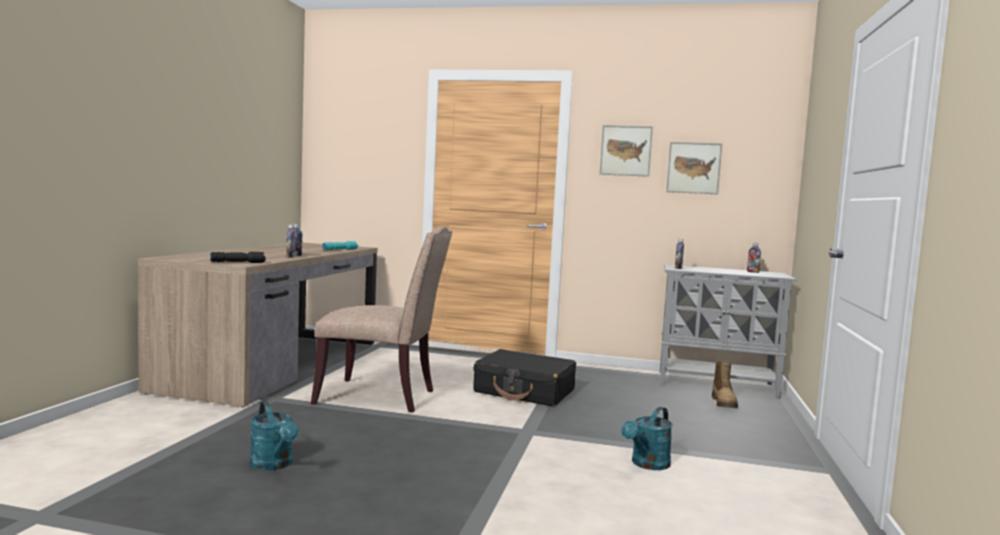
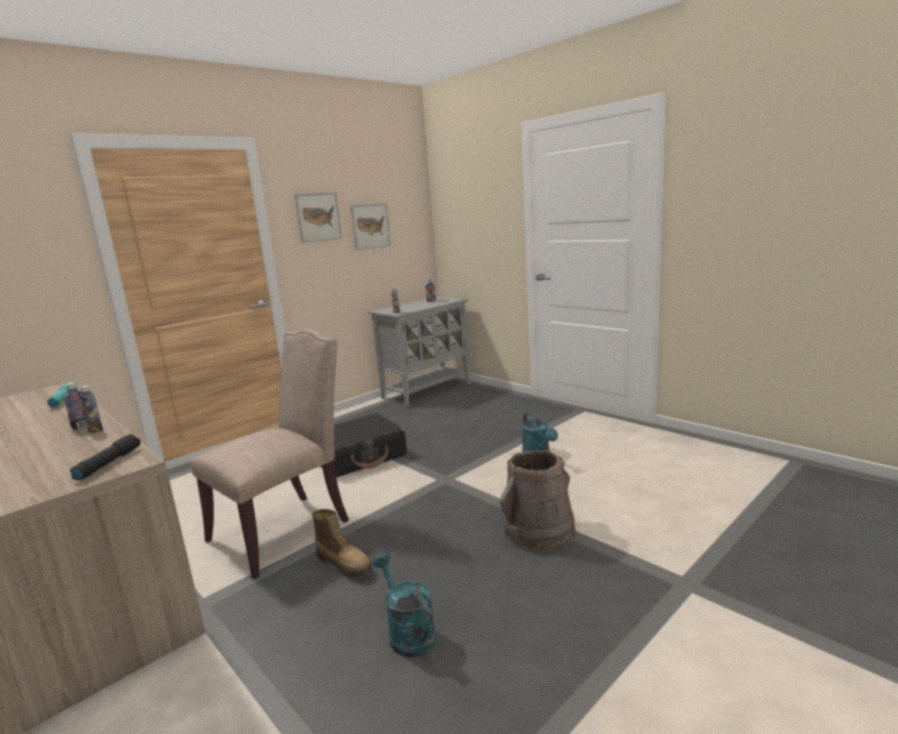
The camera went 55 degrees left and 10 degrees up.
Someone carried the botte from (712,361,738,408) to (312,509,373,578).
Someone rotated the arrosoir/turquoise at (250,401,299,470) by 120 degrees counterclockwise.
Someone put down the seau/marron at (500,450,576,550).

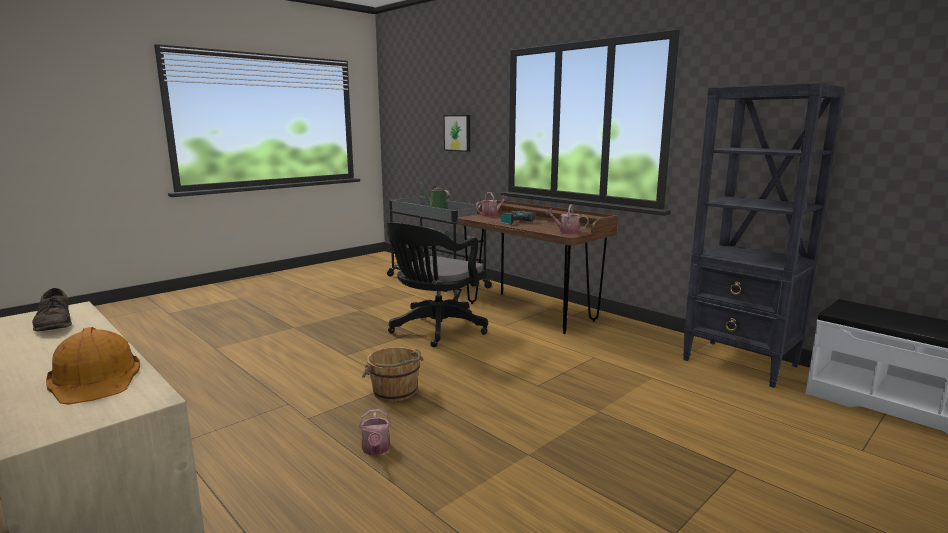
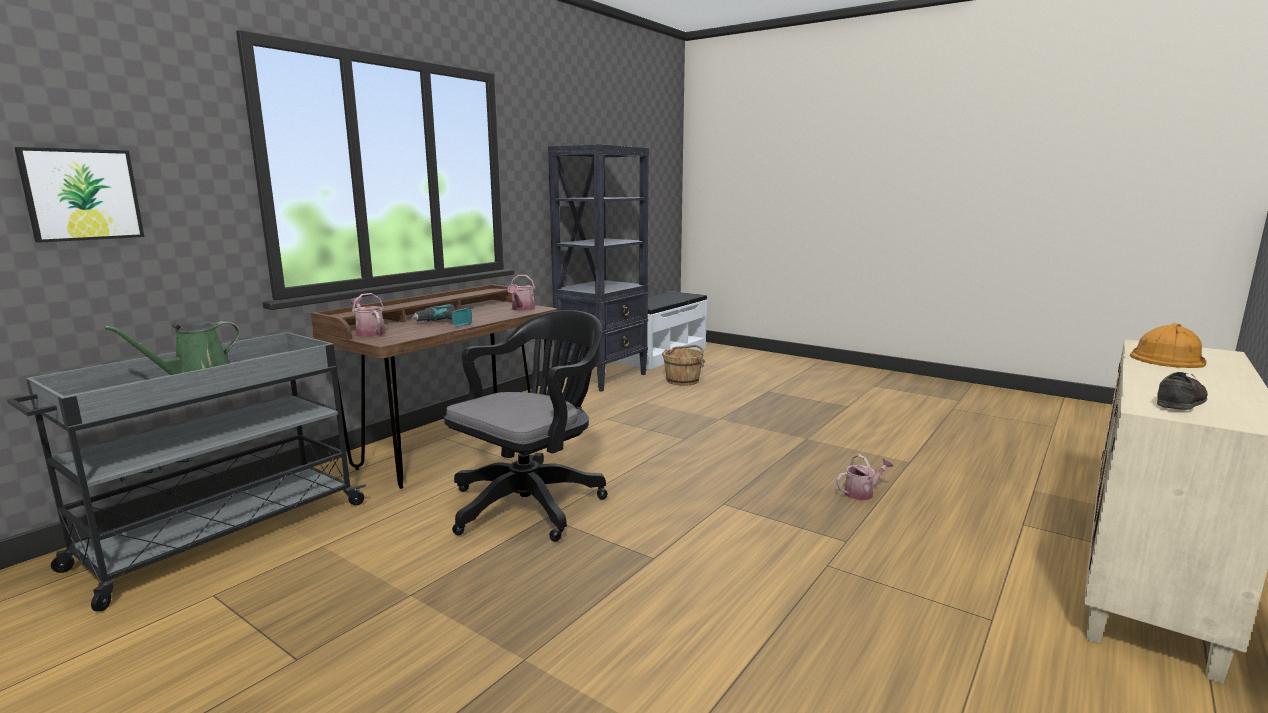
The camera went 100 degrees left and 0 degrees up.
Someone rotated the chaise de bureau/noir at (386,222,488,347) by 75 degrees counterclockwise.
Someone carried the seau/marron from (362,347,424,402) to (662,345,705,386).

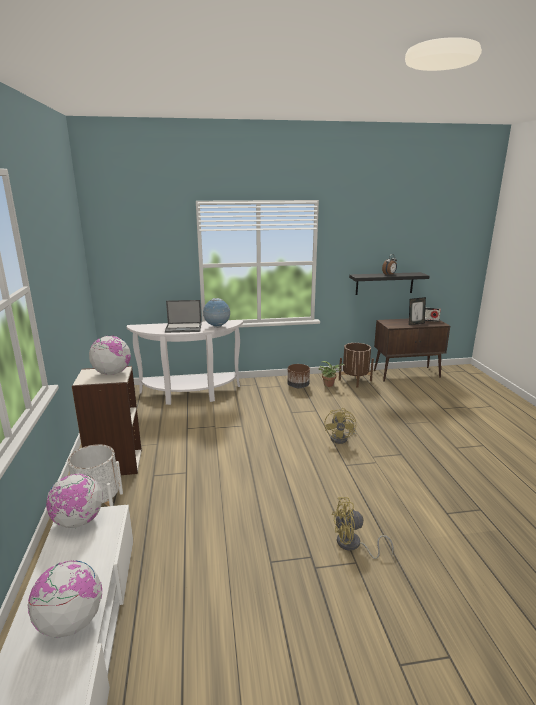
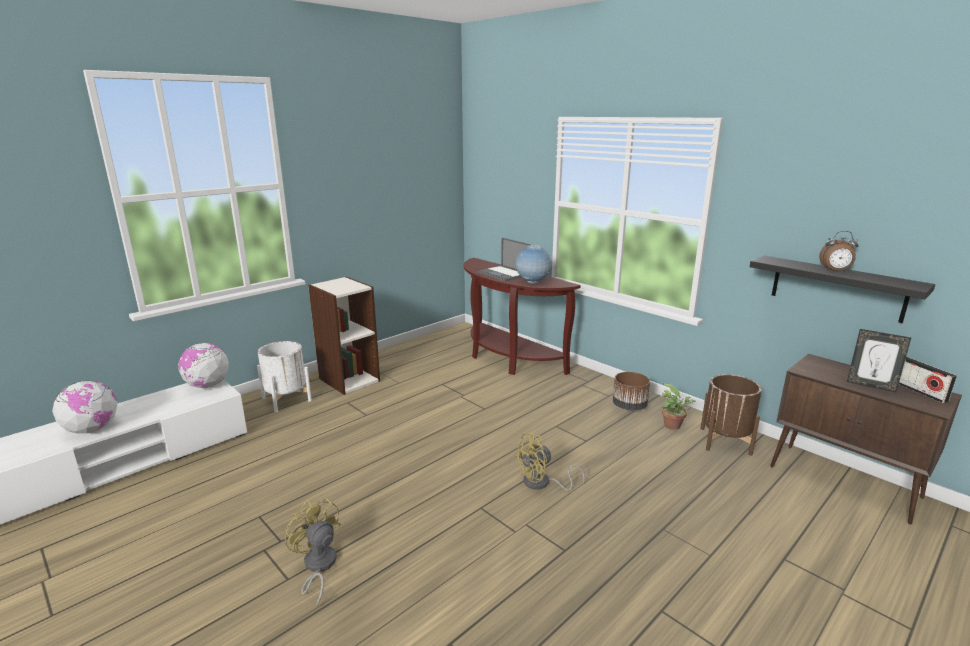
The camera went 55 degrees right and 0 degrees up.
Someone repainted the table console/blanc at (127,320,243,405), which became the table console/marron at (464,258,581,375).
Someone took away the globe at (89,335,131,375).

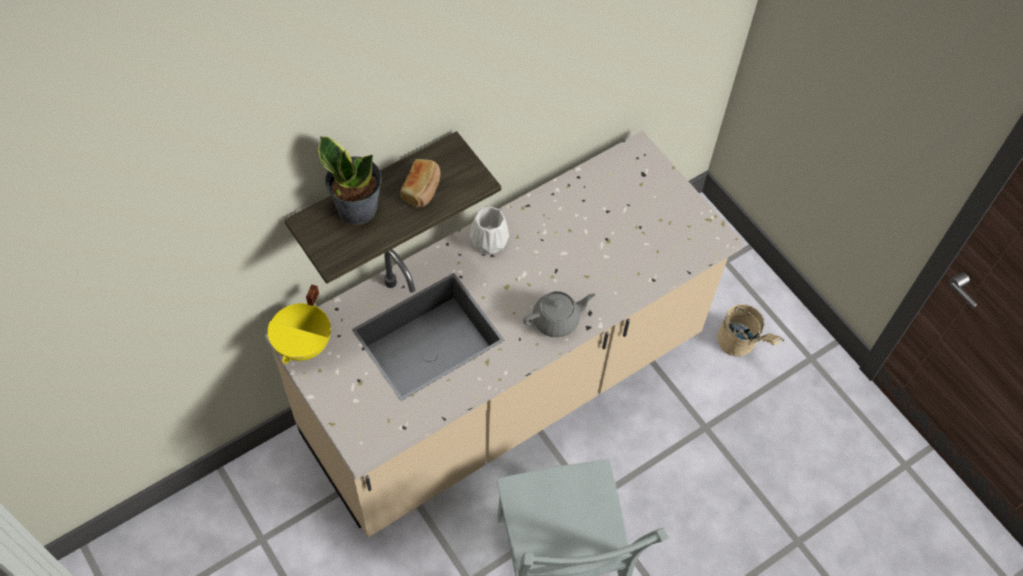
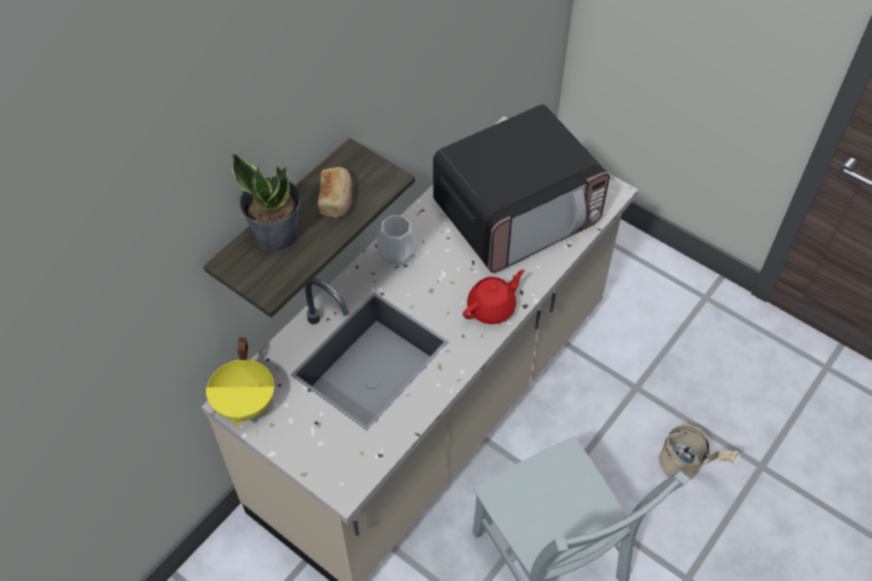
The camera went 15 degrees left and 5 degrees down.
Someone repainted the théière/gris at (523,291,595,337), which became the théière/rouge at (463,269,525,324).
Someone carried the seau/beige from (717,304,784,357) to (659,424,743,480).
Someone put down the micro-ondes at (433,105,610,273).

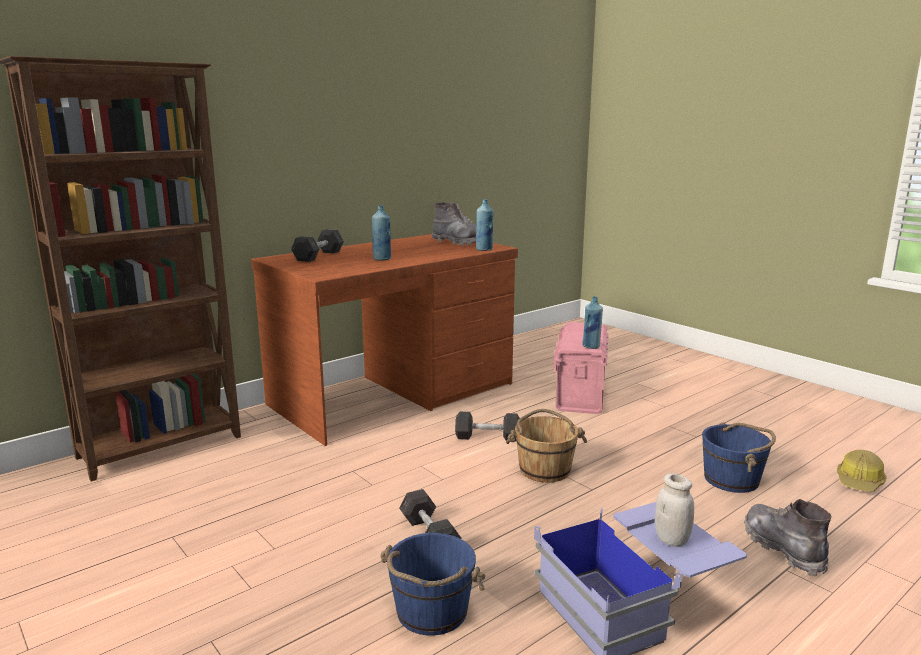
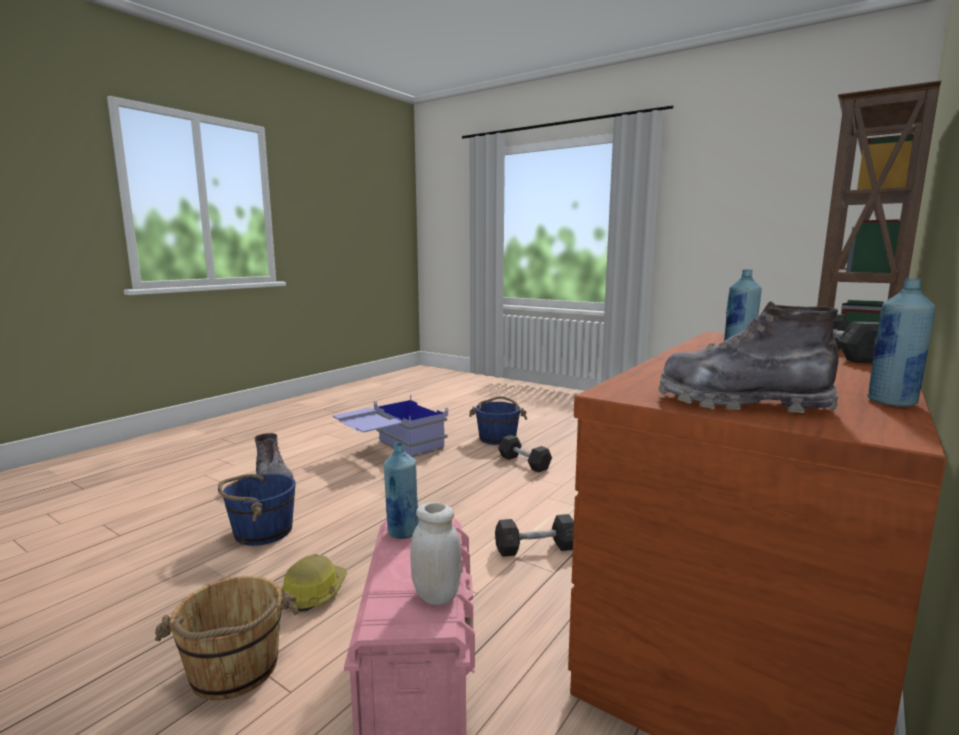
The camera went 165 degrees right and 5 degrees down.
Someone carried the bouteille/bleu from (476,199,494,251) to (867,278,936,407).
Someone carried the seau/marron from (506,409,587,482) to (155,576,299,700).
Someone carried the casque de chantier from (837,450,887,492) to (281,554,347,612).
Someone carried the bocal/blanc from (655,473,694,547) to (411,502,461,605).

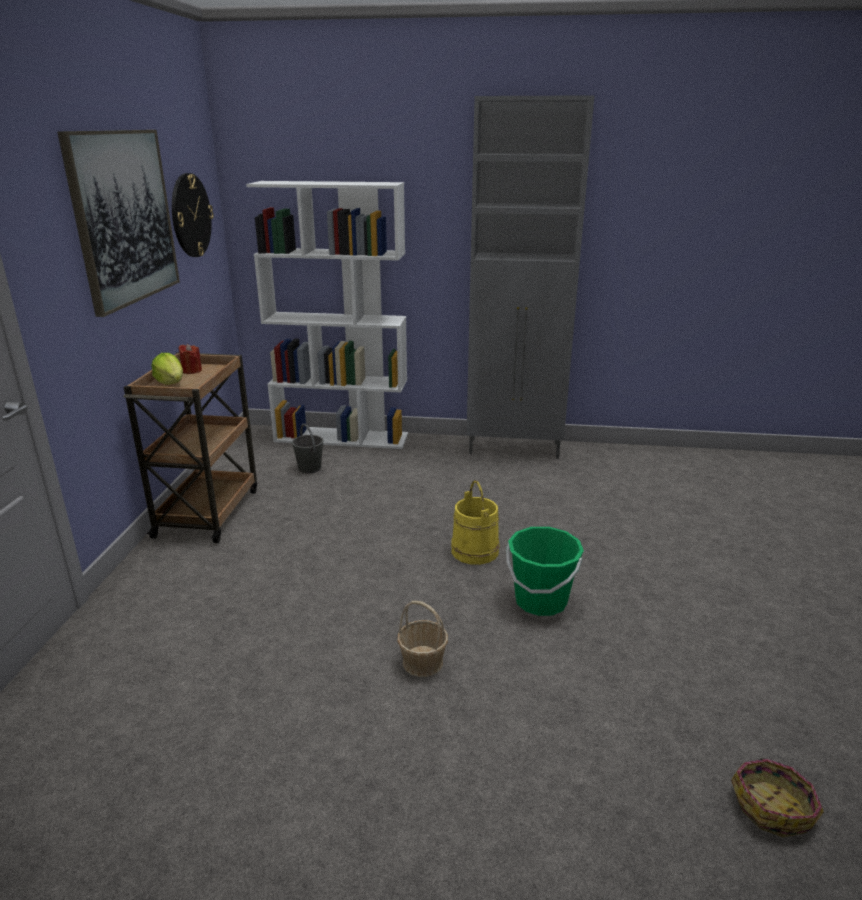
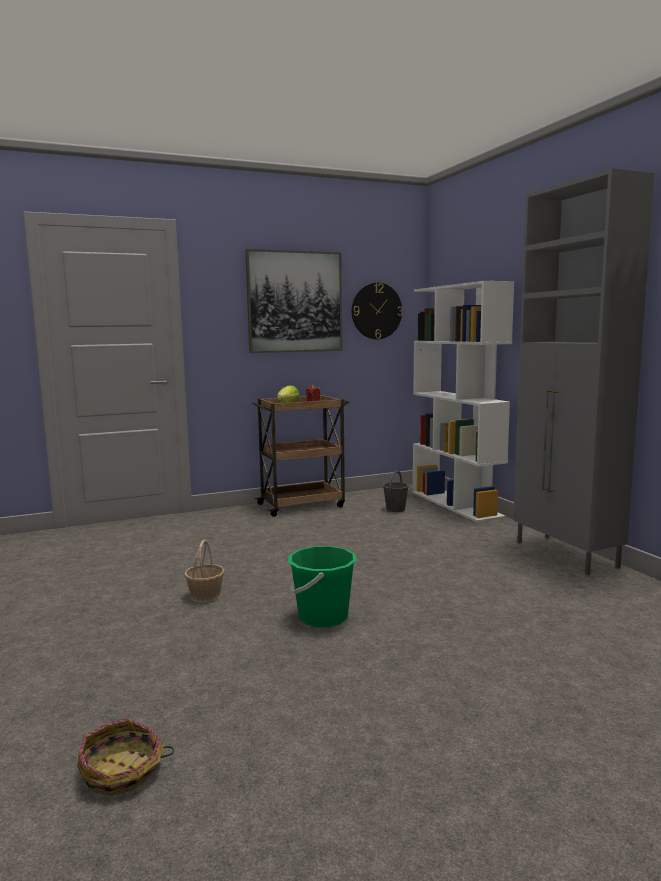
The camera went 60 degrees right and 15 degrees down.
Someone took away the seau/jaune at (451,480,500,565).

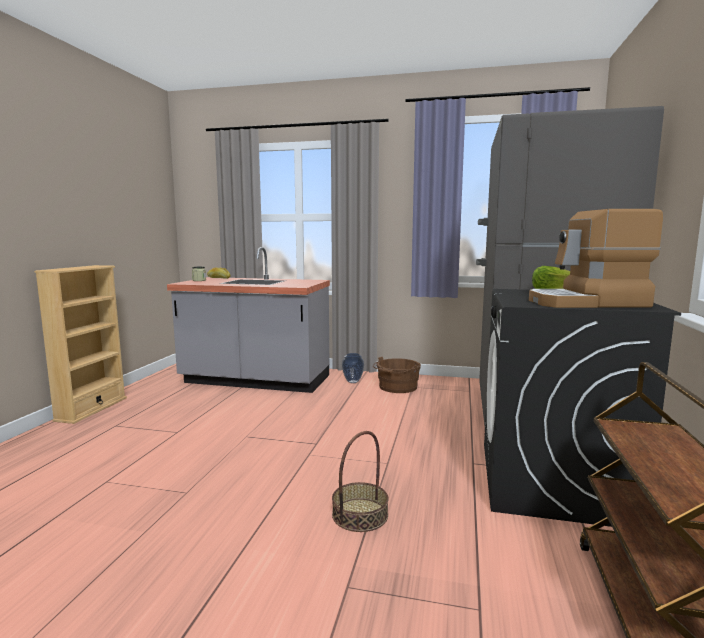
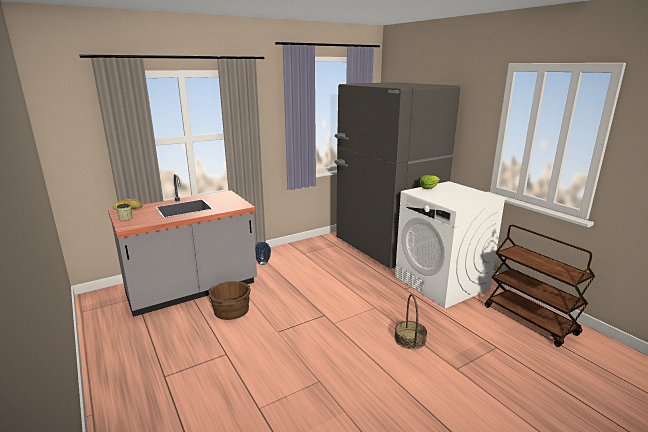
The camera went 45 degrees left and 10 degrees up.
Someone took away the machine à café at (529,209,663,308).
Someone took away the bibliothèque/beige at (34,265,127,424).
Someone repainted the lave-linge/noir at (484,289,681,527), which became the lave-linge/blanc at (395,181,507,308).
Someone carried the seau/marron from (373,357,421,393) to (208,281,251,320).

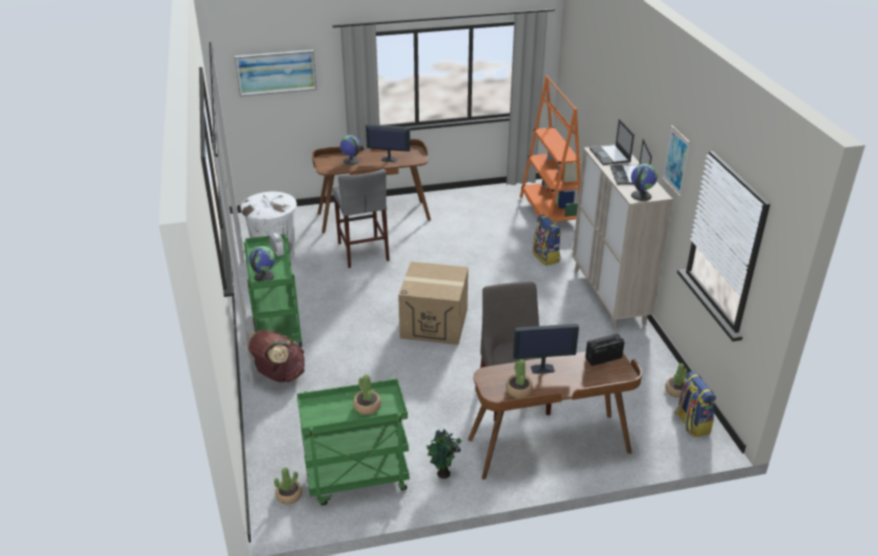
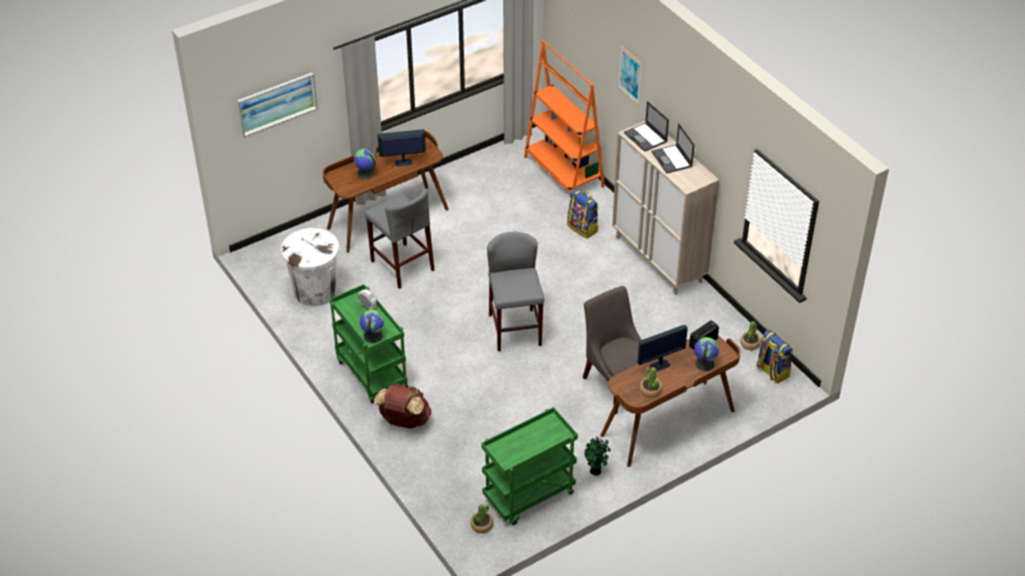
The camera went 20 degrees left and 10 degrees up.
Someone carried the tableau from (662,125,690,197) to (618,46,642,104).
Someone carried the globe from (631,164,658,201) to (694,337,719,371).
Someone swapped the carton at (398,262,468,345) for the tabouret/gris at (487,232,544,352).
Someone took away the plante en pot at (353,375,381,415).

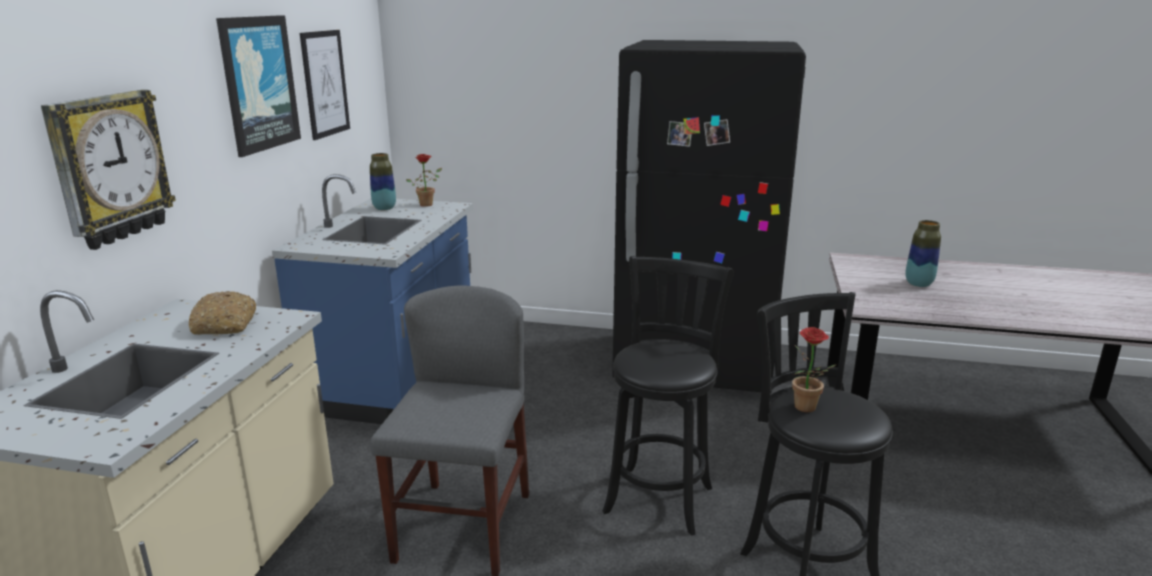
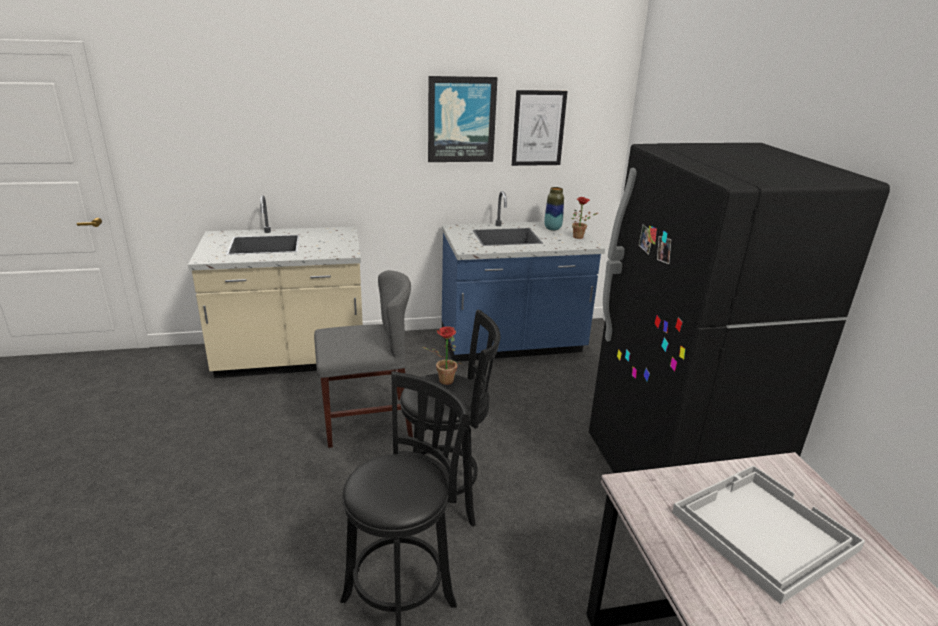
The camera went 65 degrees right and 5 degrees up.
Someone took away the horloge murale at (41,90,176,250).
Someone swapped the vase at (905,220,941,287) for the plateau/blanc at (672,465,865,604).
Someone took away the pain at (189,291,256,335).
Someone carried the plante en pot from (792,327,836,412) to (423,326,462,385).

